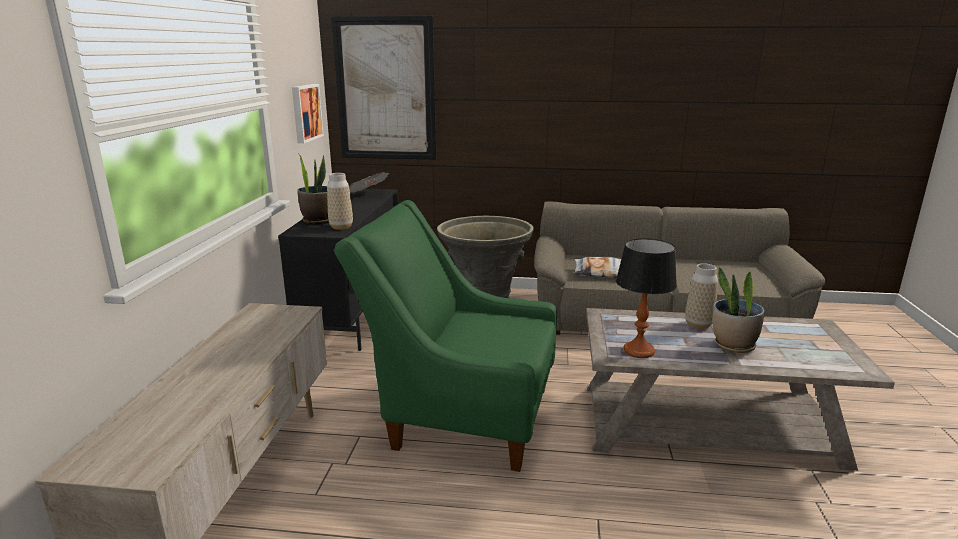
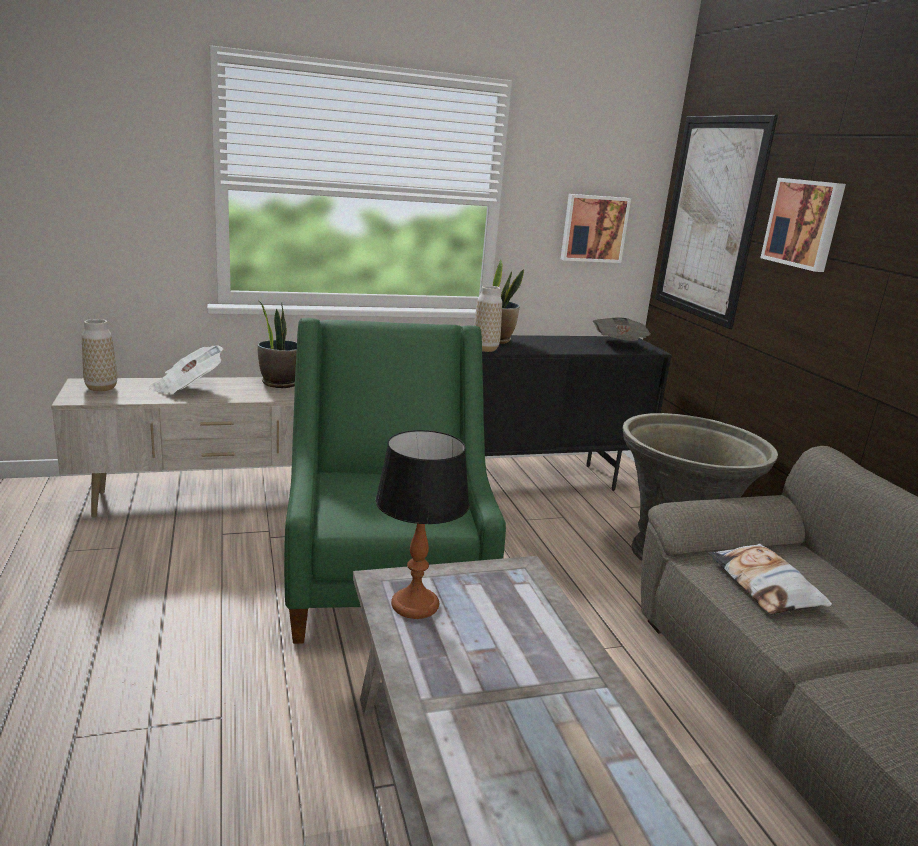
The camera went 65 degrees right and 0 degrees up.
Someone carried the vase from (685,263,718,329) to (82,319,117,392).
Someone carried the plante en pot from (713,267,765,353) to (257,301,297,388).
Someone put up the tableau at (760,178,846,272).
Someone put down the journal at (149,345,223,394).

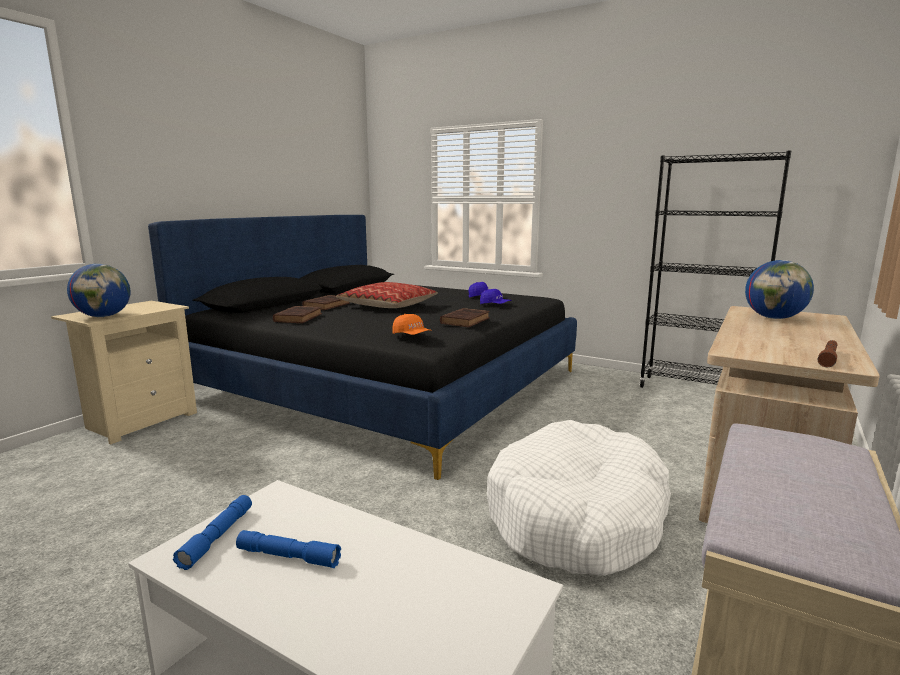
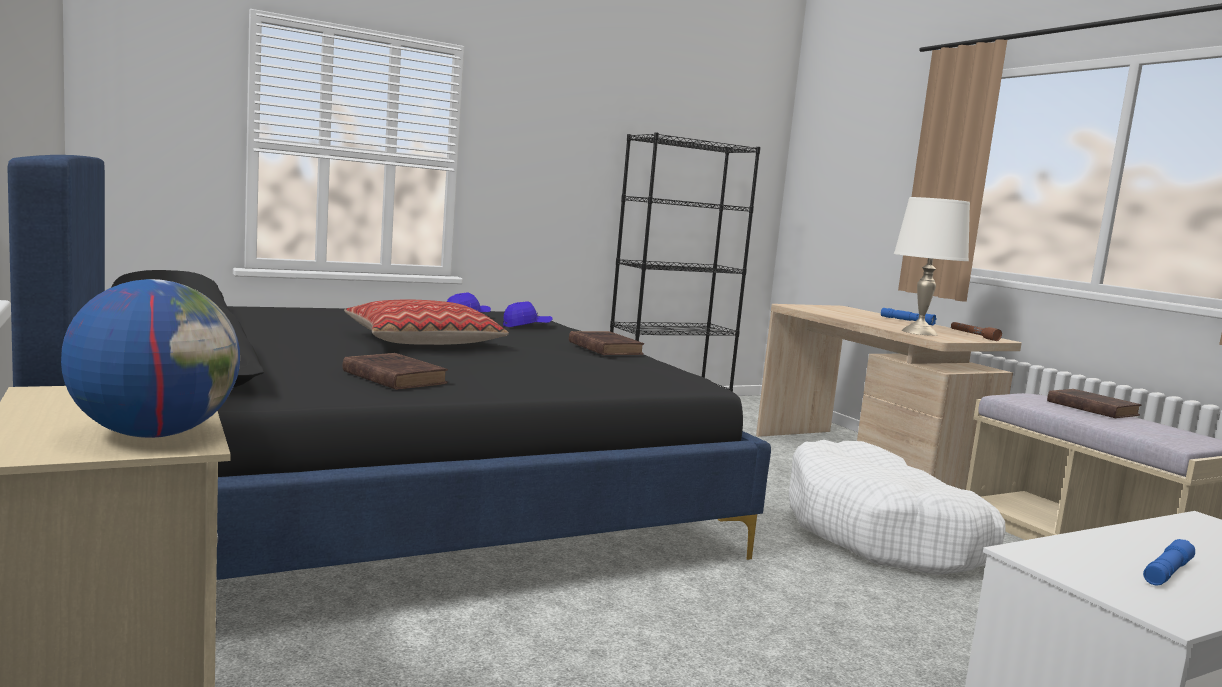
The camera went 60 degrees left and 5 degrees down.
Someone took away the globe at (745,260,814,319).
Someone carried the livre/marron from (302,295,350,310) to (1047,389,1141,418).
Someone took away the casquette/orange at (392,314,432,335).
Someone carried the lampe de poche/bleu from (173,495,252,570) to (881,308,936,326).
Someone put down the lampe de table/blanc at (894,197,970,336).

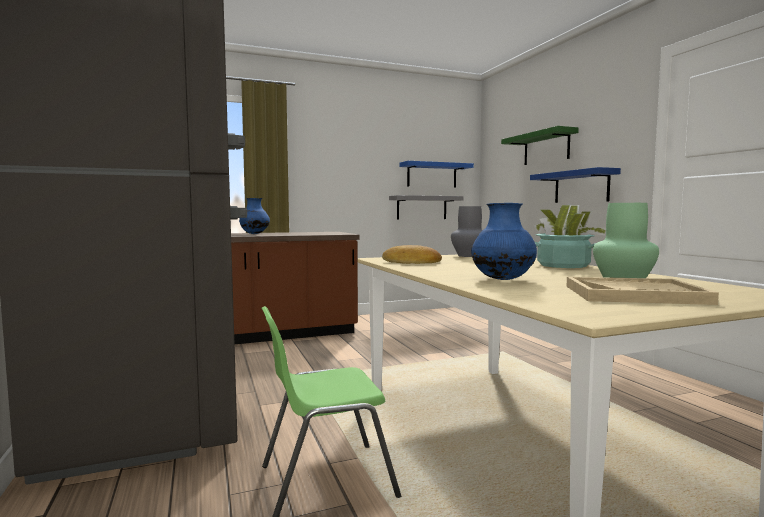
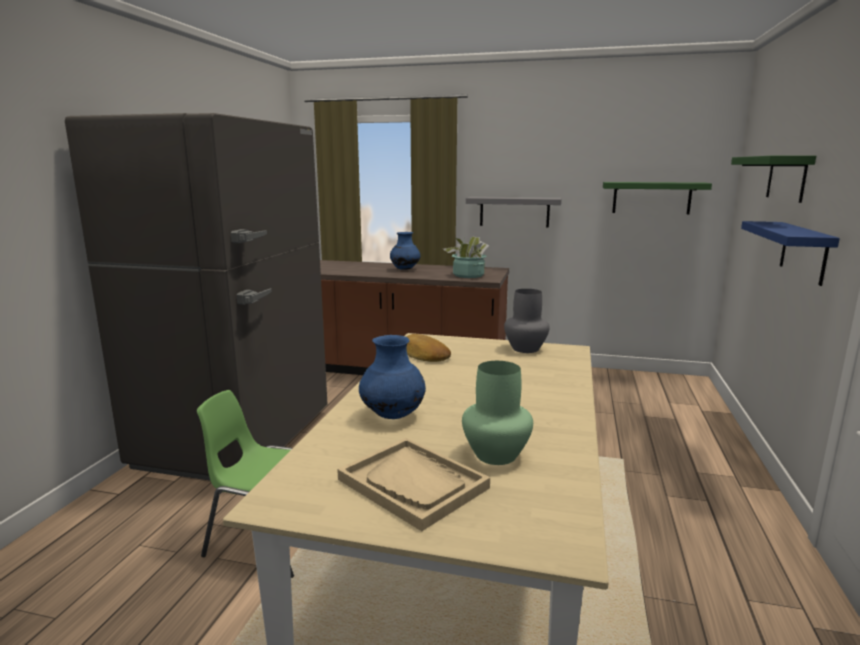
The camera went 35 degrees right and 10 degrees up.
Someone repainted the étagère/bleu at (399,161,474,187), which became the étagère/vert at (603,182,712,214).
Someone carried the étagère/gris from (389,195,463,219) to (466,197,562,228).
Someone carried the plante en pot from (534,205,606,268) to (443,236,489,278).

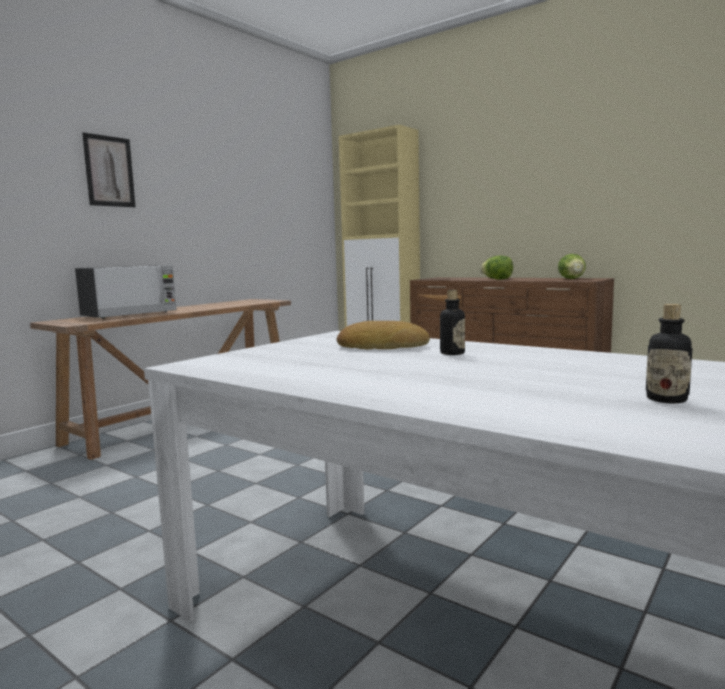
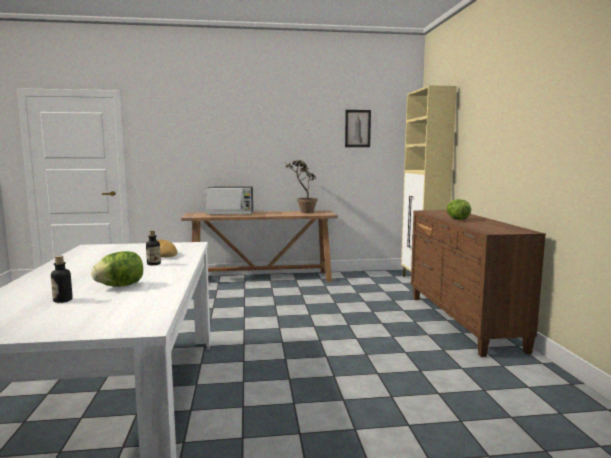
The camera went 45 degrees right and 0 degrees up.
Someone carried the tableau from (82,132,136,207) to (345,110,371,147).
Someone carried the laitue from (558,254,586,279) to (91,251,143,287).
Someone put down the plante en pot at (283,160,318,213).

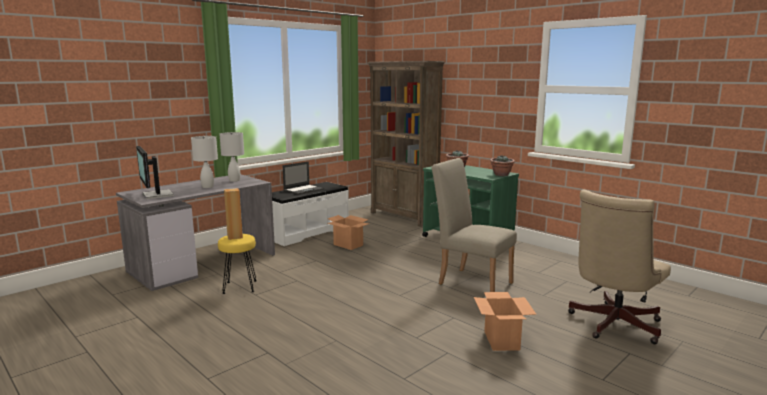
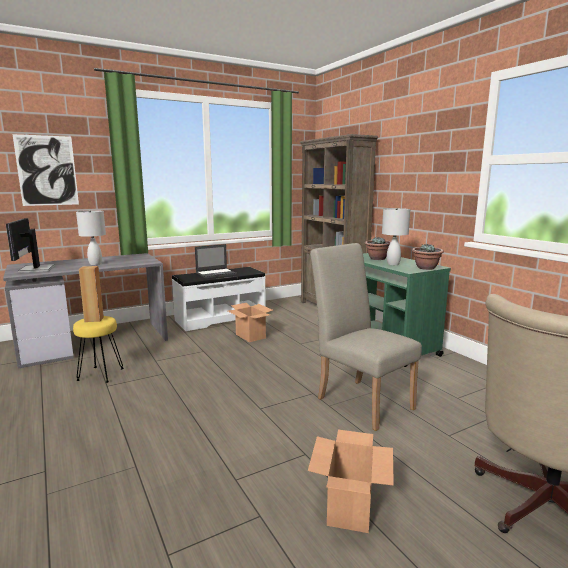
The camera went 15 degrees right and 0 degrees up.
Someone carried the lampe de table/blanc from (220,132,244,182) to (382,208,410,265).
Someone put up the tableau at (12,134,79,206).

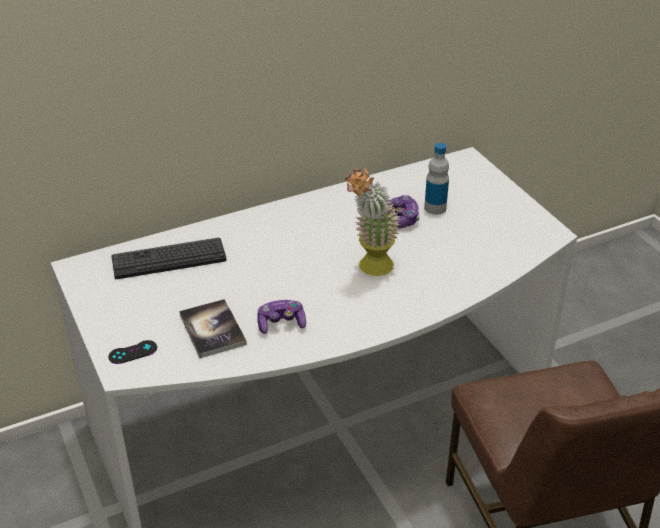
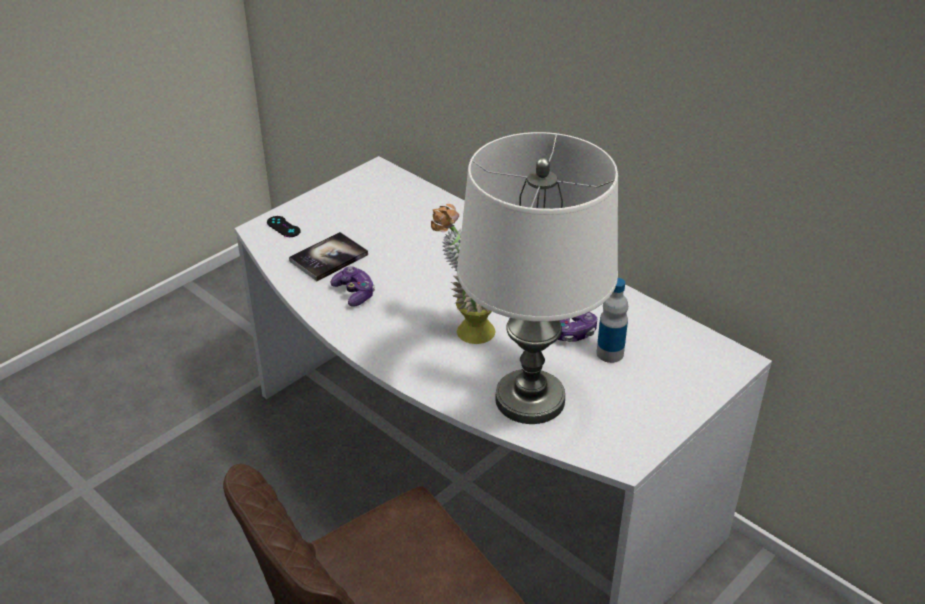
The camera went 70 degrees right and 0 degrees up.
Someone took away the clavier at (111,238,227,279).
Someone put down the lampe de table/blanc at (457,132,618,424).

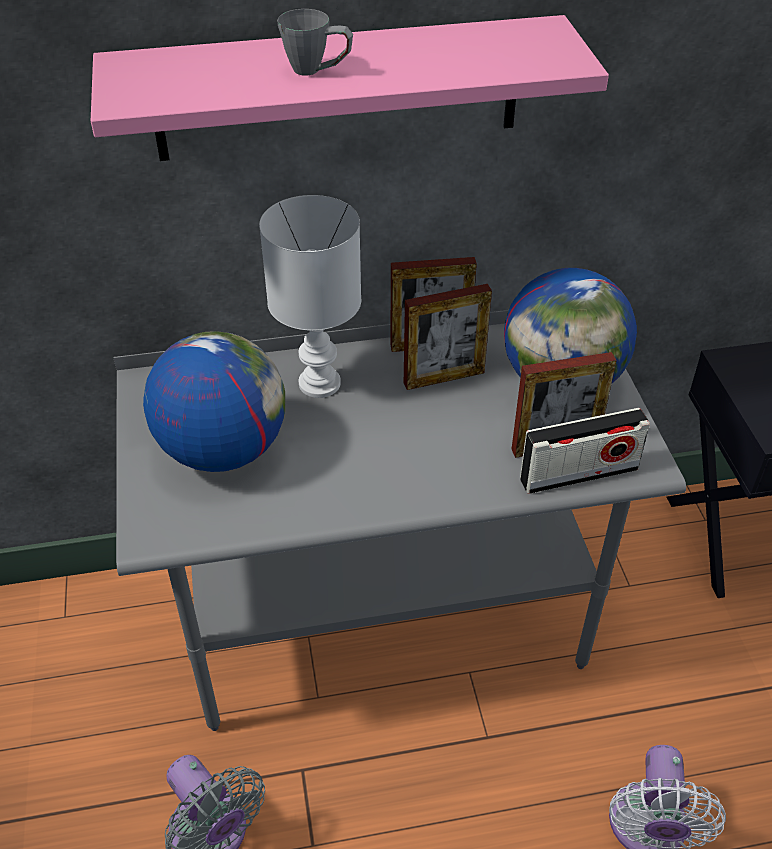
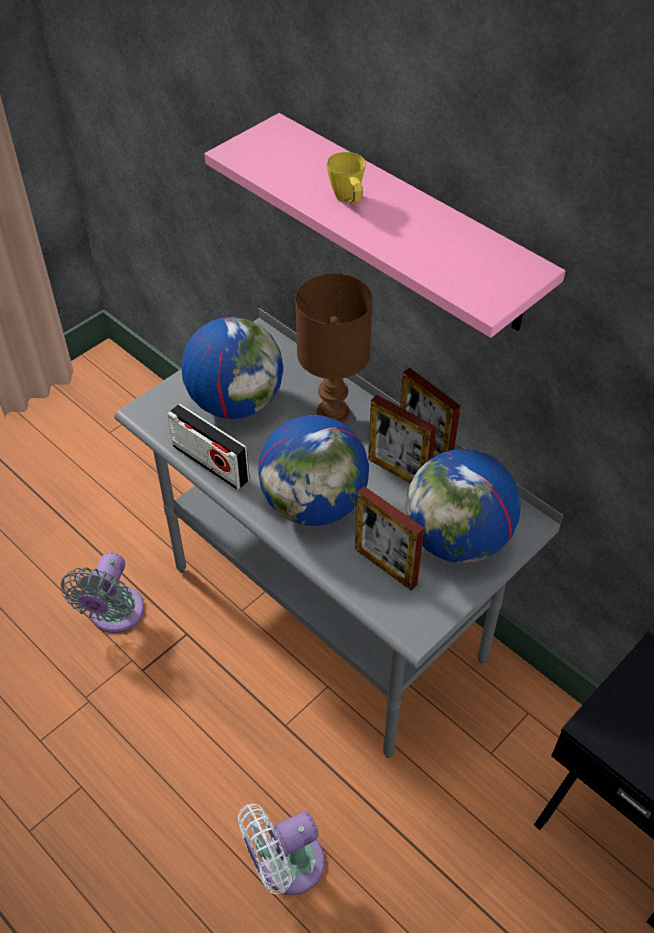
The camera went 55 degrees right and 5 degrees up.
Someone repainted the mug/gris at (277,9,353,76), which became the mug/jaune at (326,152,366,205).
Someone repainted the lampe de table/blanc at (259,195,361,398), which became the lampe de table/marron at (295,273,373,423).
Someone carried the radio from (520,408,650,494) to (167,404,249,490).
Someone put down the globe at (258,415,369,526).

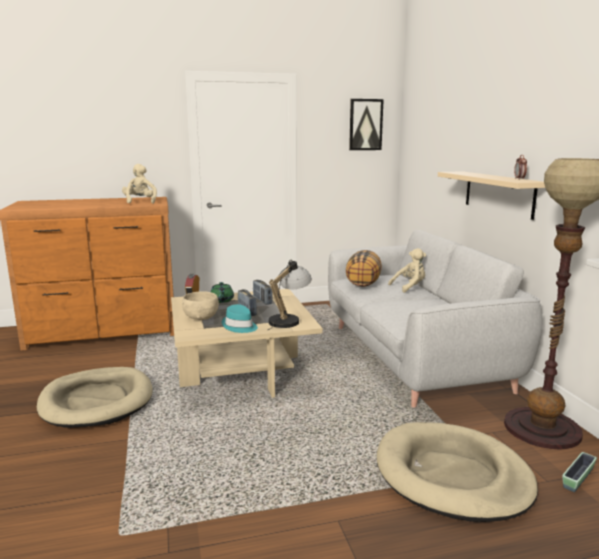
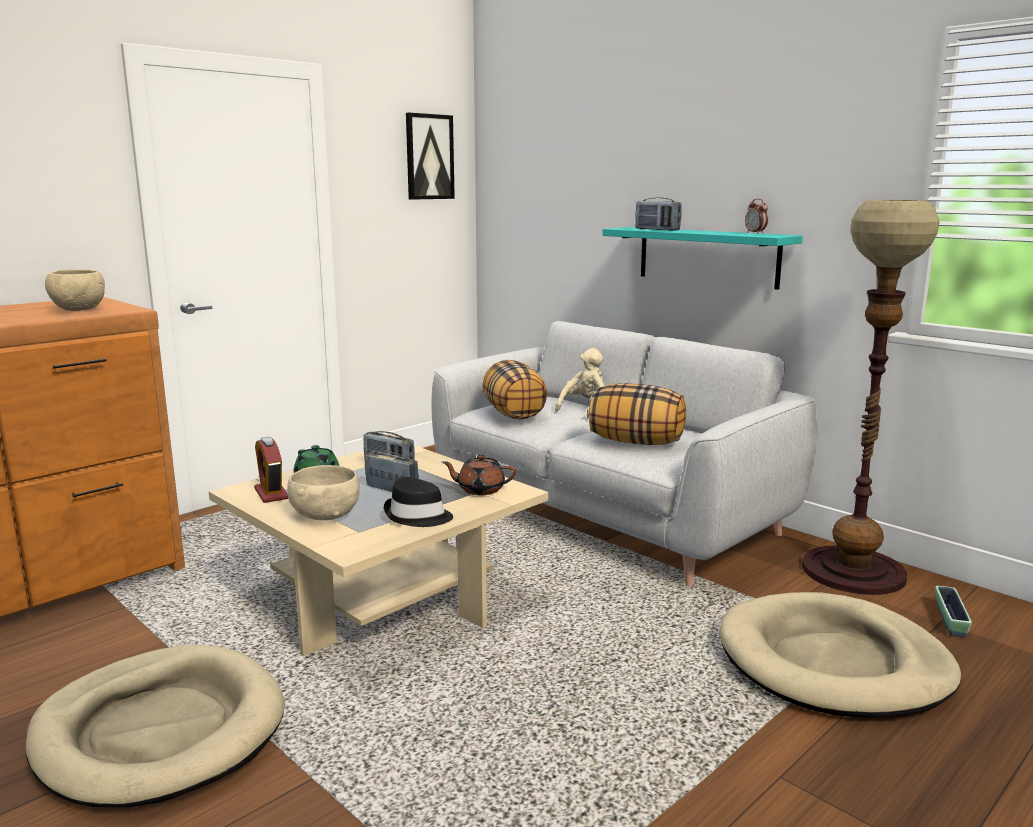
The camera went 30 degrees left and 0 degrees up.
Someone swapped the peluche/beige at (122,164,157,204) for the bol/beige at (45,269,105,311).
Someone repainted the étagère/beige at (438,171,545,220), which became the étagère/turquoise at (602,227,803,290).
Someone swapped the lampe de table at (268,260,312,330) for the théière/marron at (442,455,516,495).
Someone repainted the chapeau/turquoise at (222,304,258,333), which became the chapeau/noir at (384,477,453,527).
Someone put down the radio at (635,197,682,231).
Someone put down the coussin at (589,383,686,445).

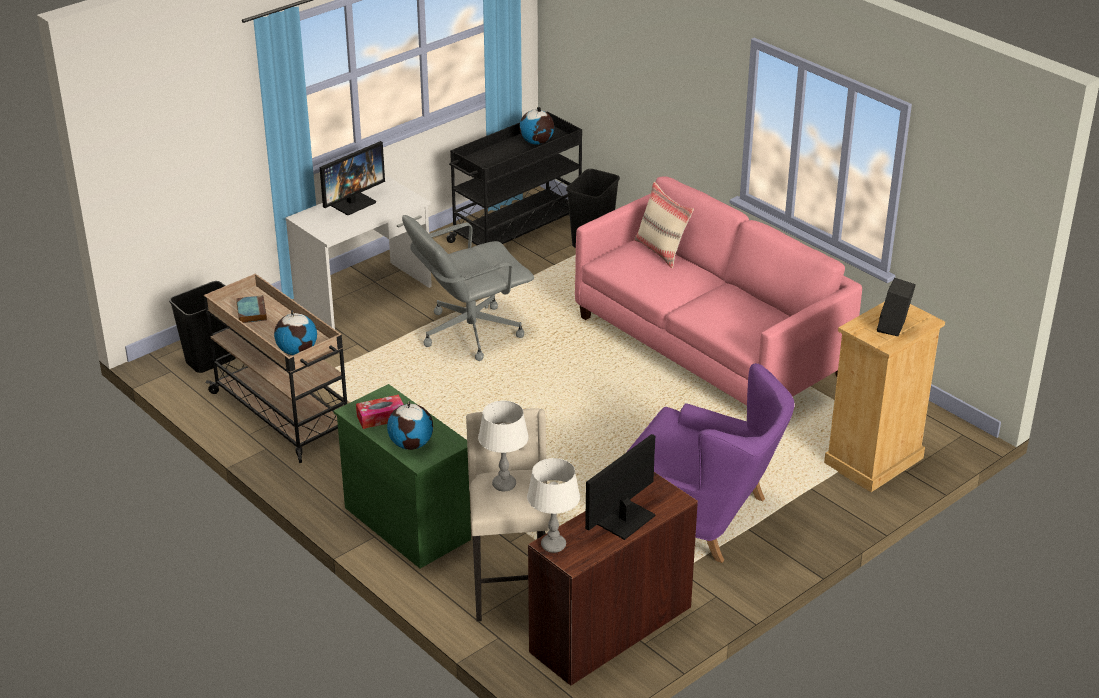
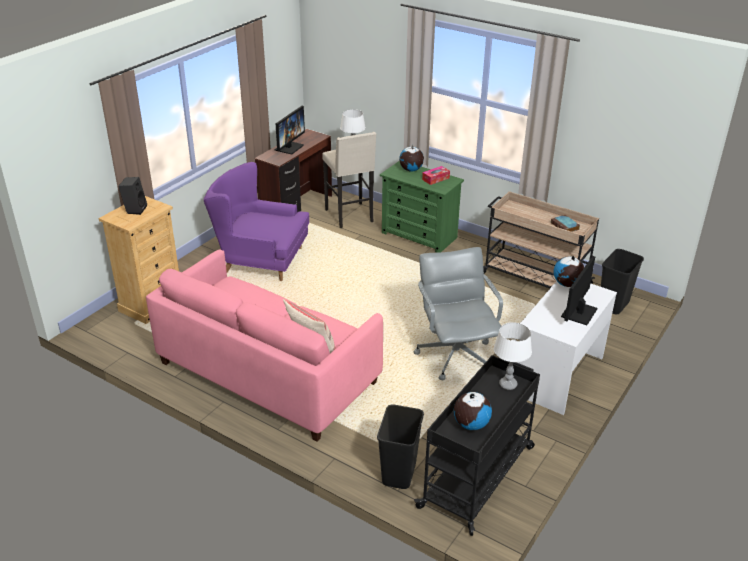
The camera went 165 degrees right and 0 degrees up.
Someone rotated the chaise de bureau/gris at (402,215,534,361) by 60 degrees counterclockwise.
Someone carried the globe from (274,310,317,355) to (554,256,584,287).
Someone carried the lampe de table/blanc from (527,458,580,553) to (494,322,532,390).

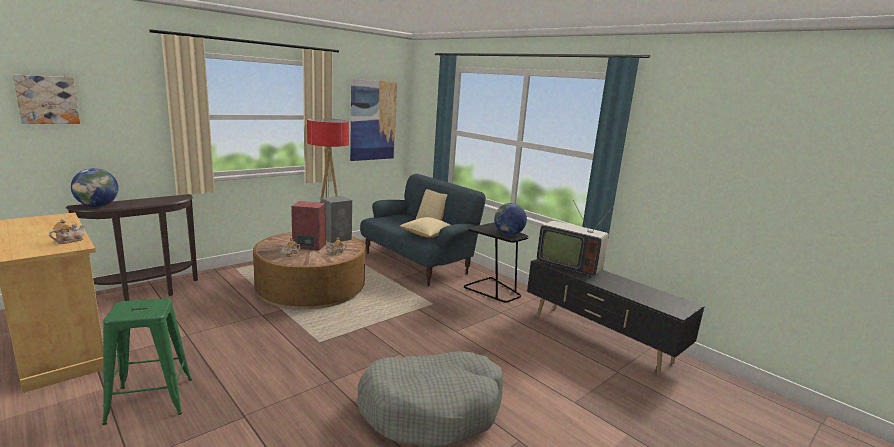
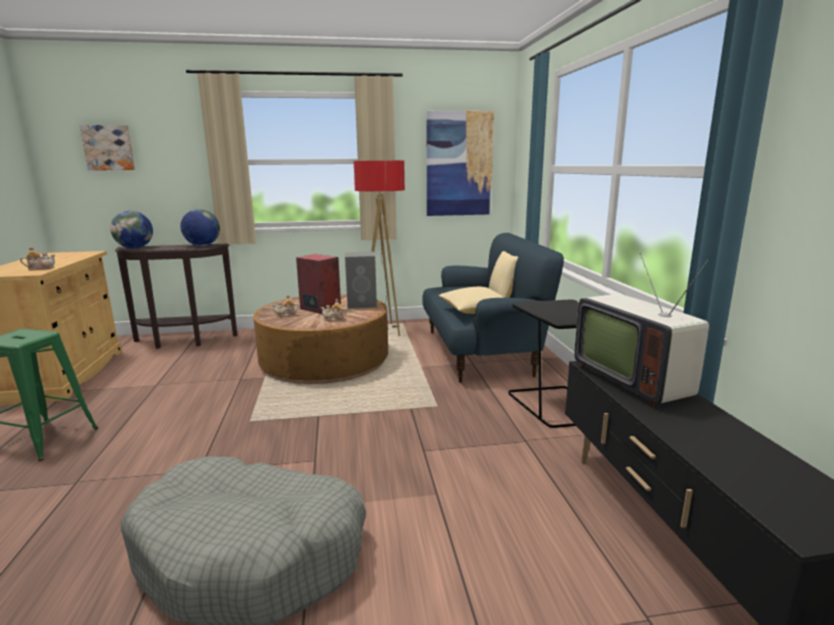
The camera went 35 degrees right and 0 degrees up.
Someone carried the globe from (494,203,527,235) to (180,209,220,246).

